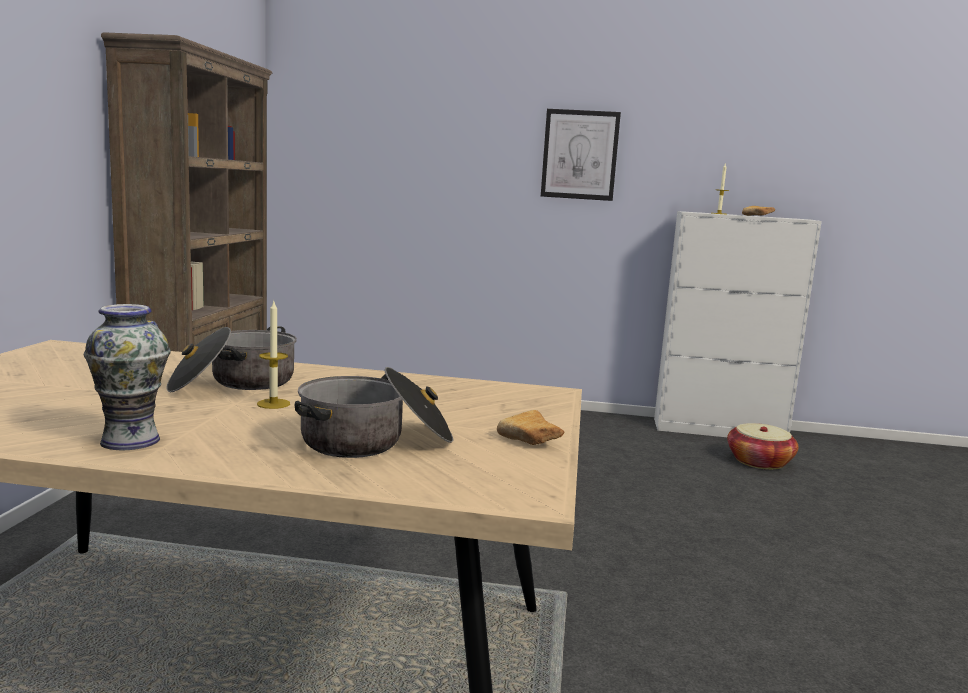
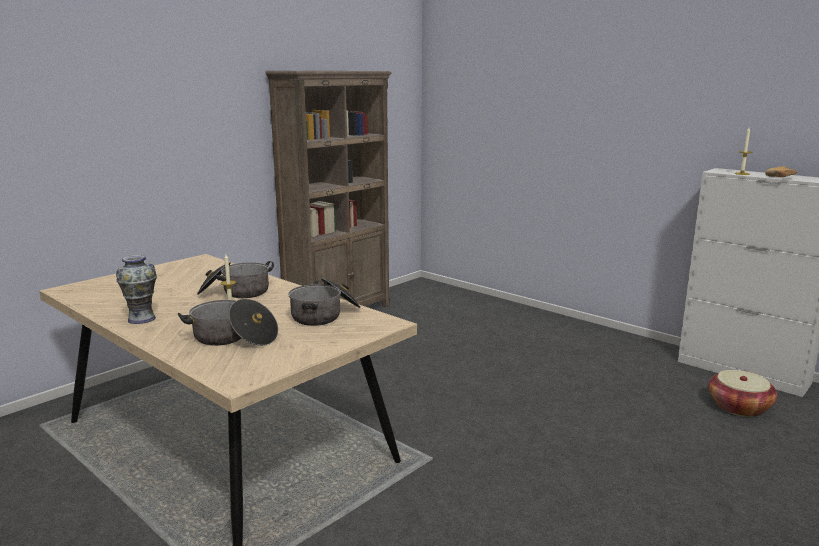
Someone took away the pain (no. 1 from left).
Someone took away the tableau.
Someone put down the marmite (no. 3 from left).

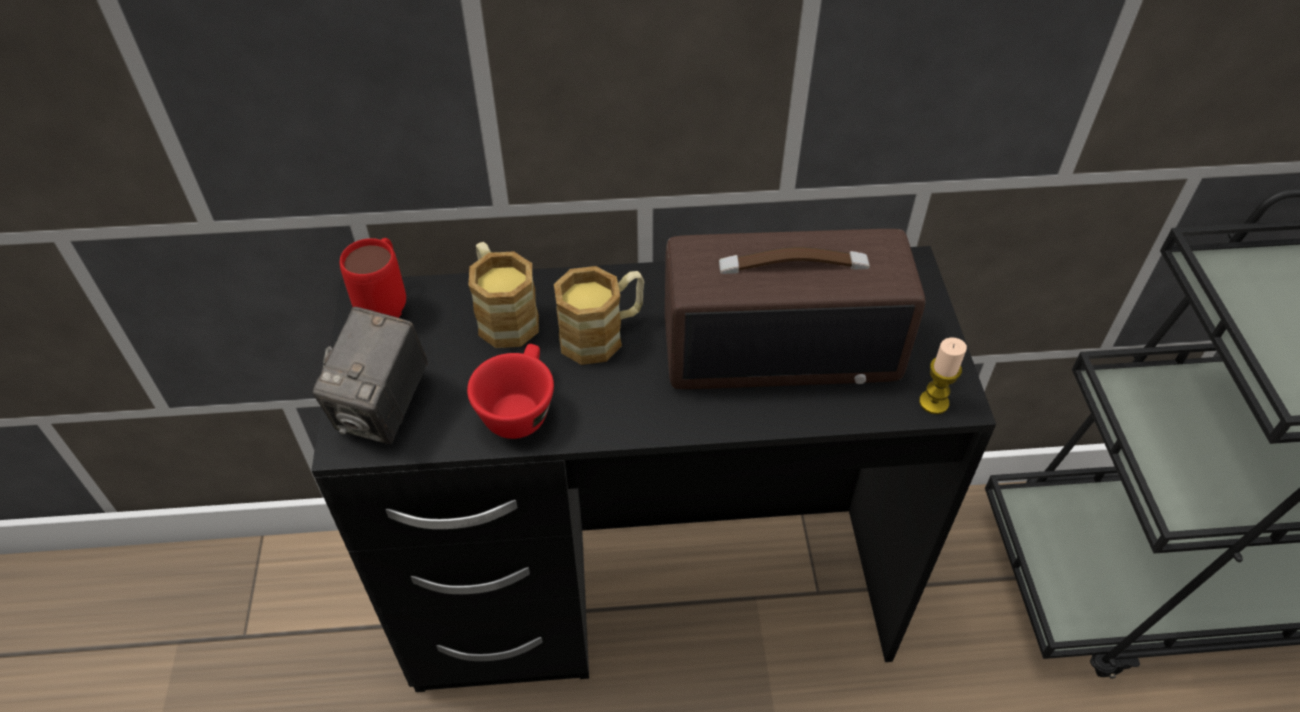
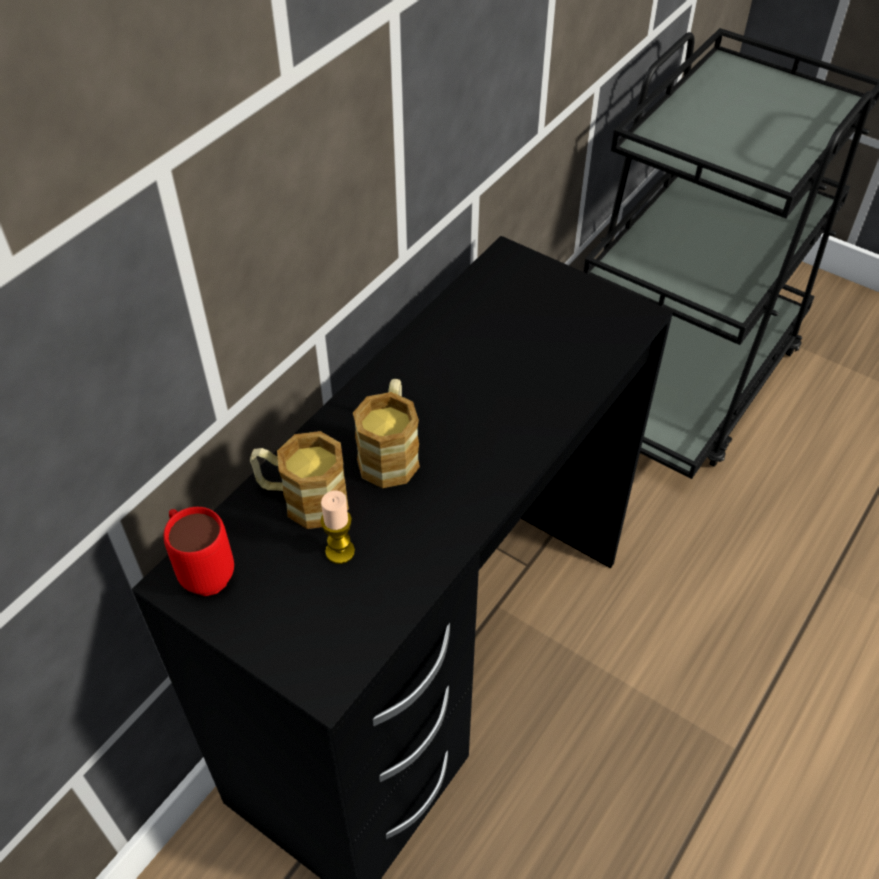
Someone took away the appareil photo.
Someone took away the tasse [rouge].
Someone took away the radio.
Someone carried the bougie.

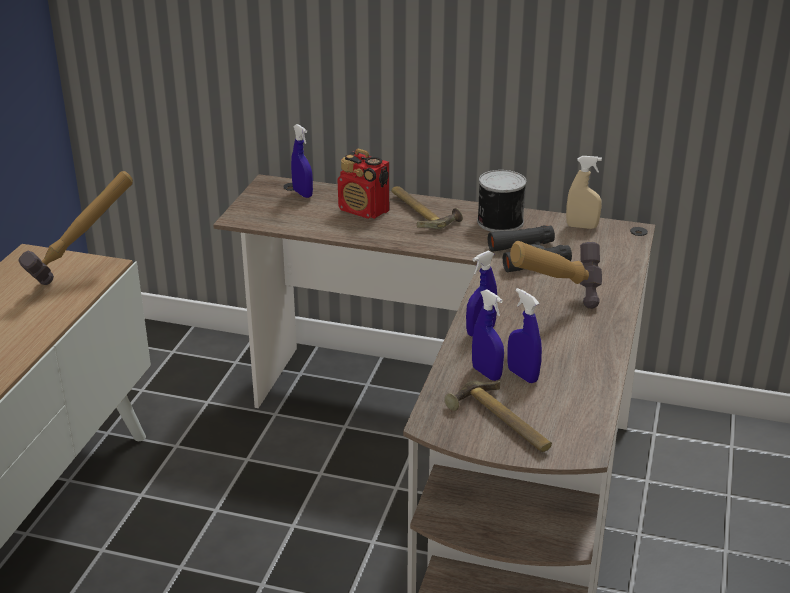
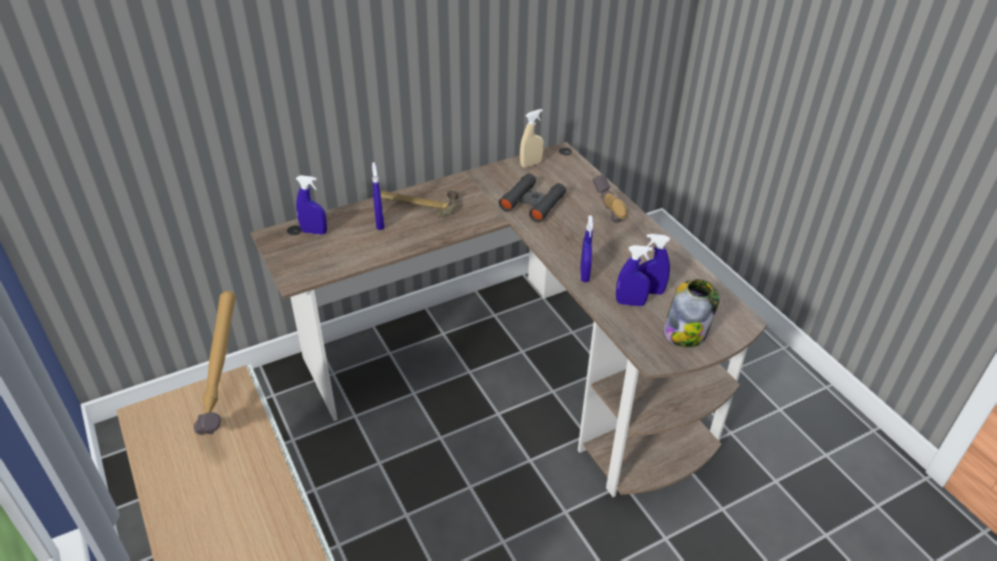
Someone swapped the radio for the vaporisateur [bleu] (no. 2 from left).
Someone swapped the marteau (no. 3 from left) for the bocal.
Someone took away the boîte métallique.

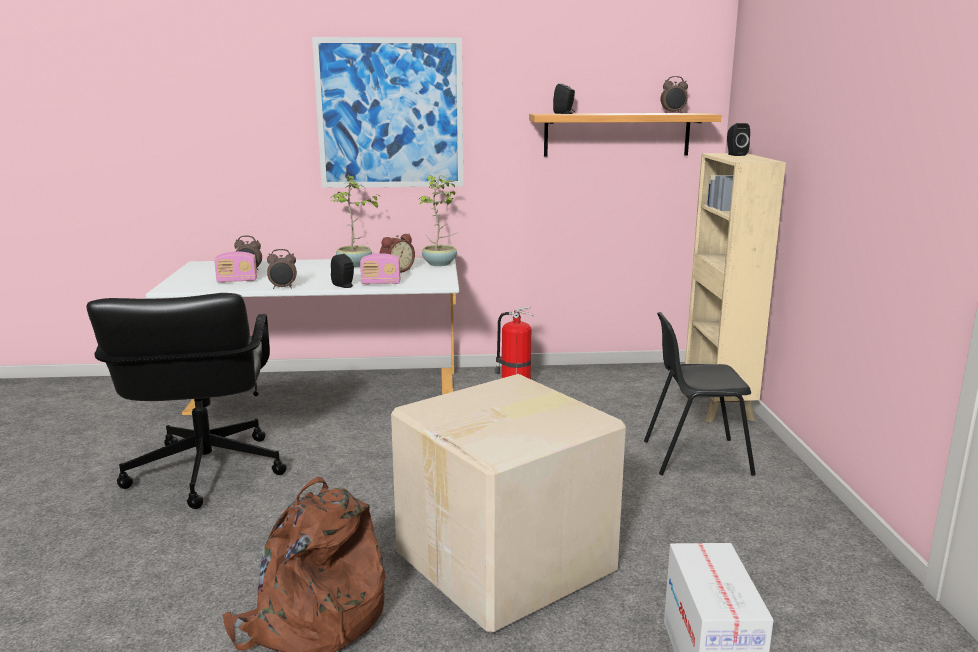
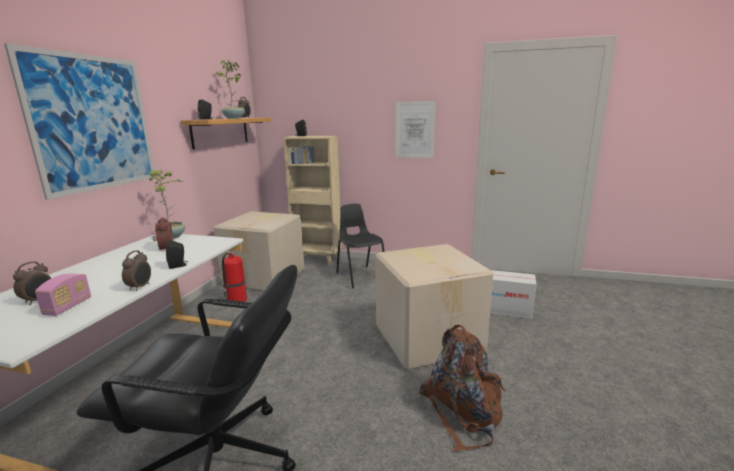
Someone carried the plante en pot (no. 1 from left in the first image).
Someone took away the radio (no. 2 from left).
Someone rotated the chaise [noir] by 135 degrees clockwise.
Someone put down the carton (no. 1 from left).
Someone put up the tableau (no. 2 from left).

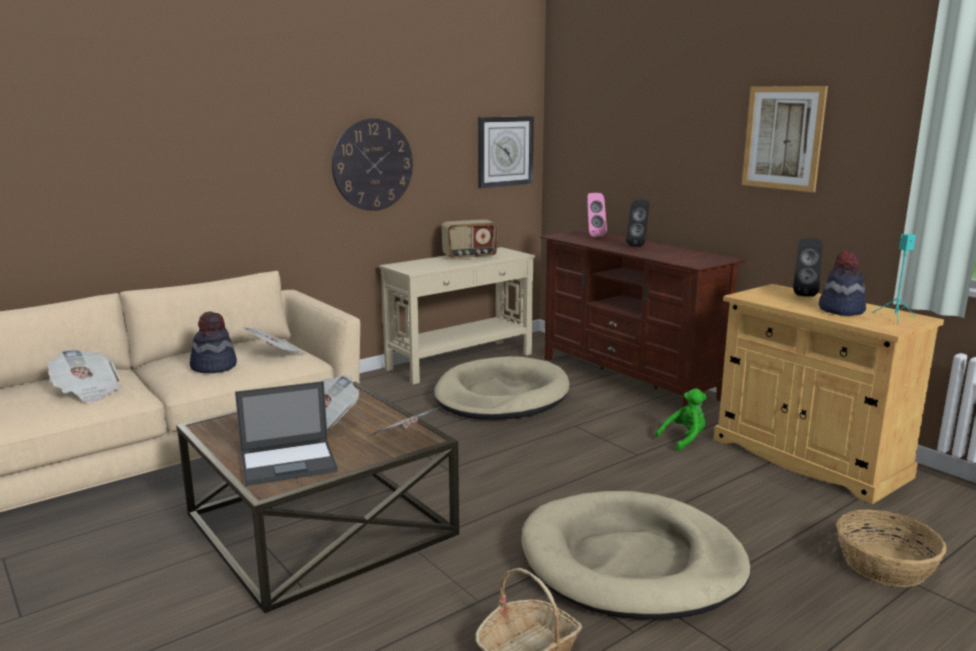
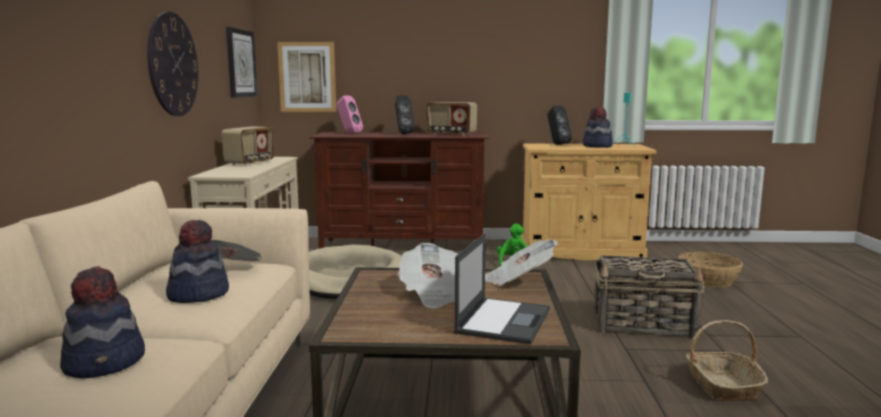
Someone swapped the journal (no. 1 from left) for the chapeau (no. 1 from left).
Someone swapped the panier pour chien [beige] (no. 2 from left) for the panier (no. 1 from left).
Someone carried the tableau.
Someone put down the radio (no. 2 from left).

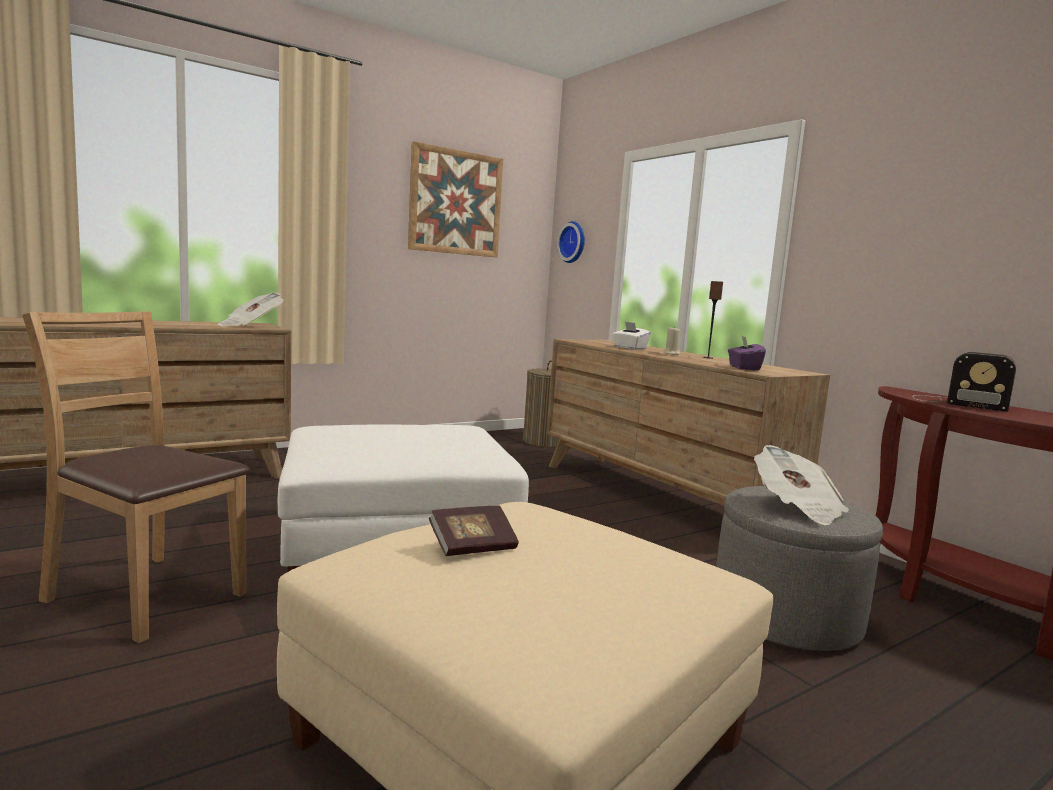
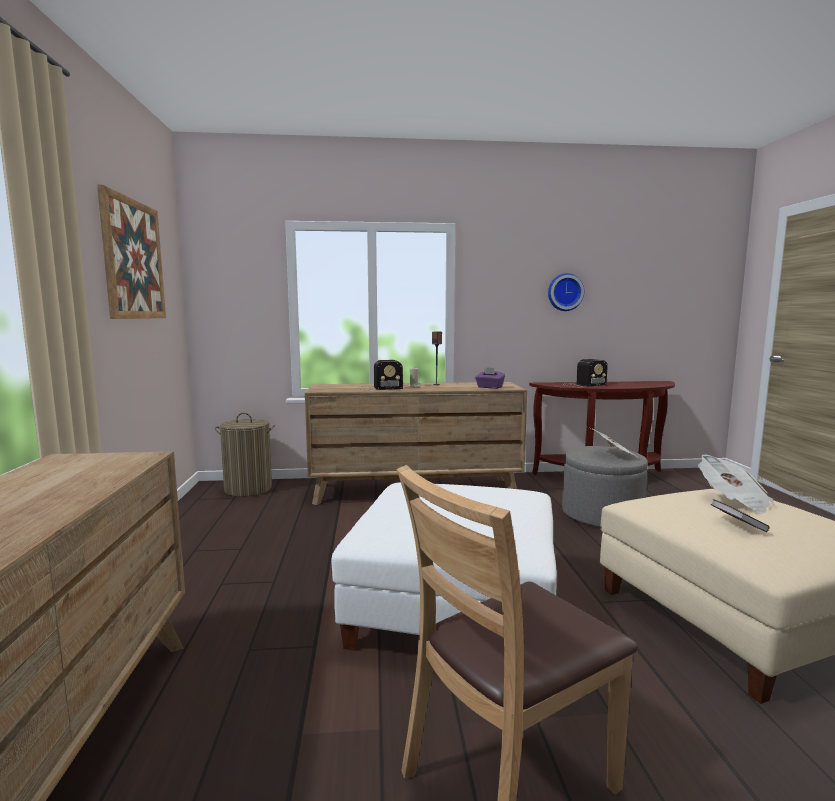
Someone carried the journal (no. 1 from left in the first image).
Someone carried the horloge murale.
Someone swapped the boîte à mouchoirs [blanc] for the radio (no. 1 from left).

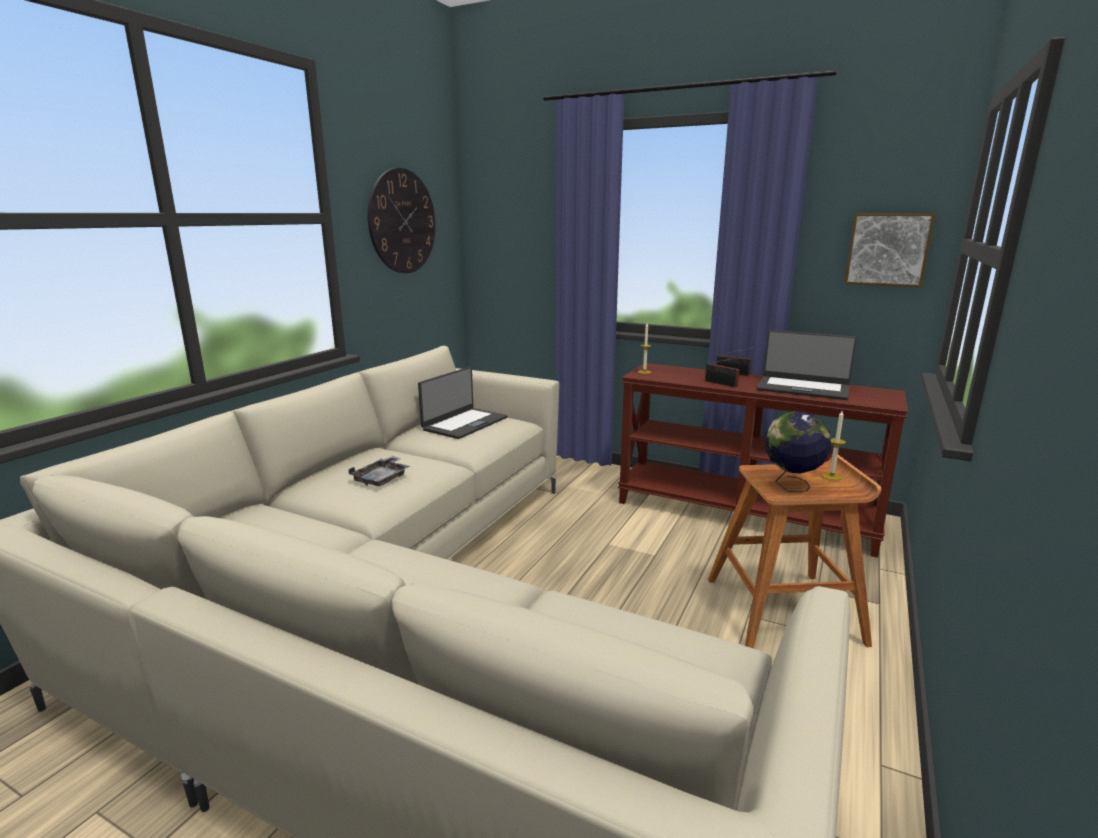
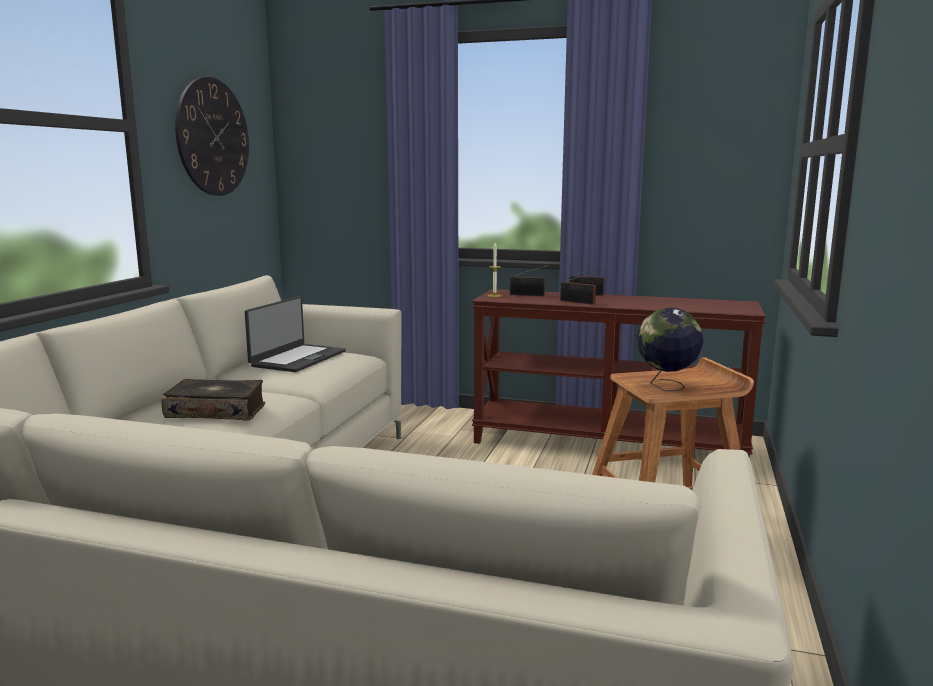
Someone swapped the plateau [gris] for the livre.
Someone took away the ordinateur portable (no. 2 from left).
Someone took away the bougie (no. 2 from left).
Someone took away the tableau.
Someone put down the radio (no. 1 from left).

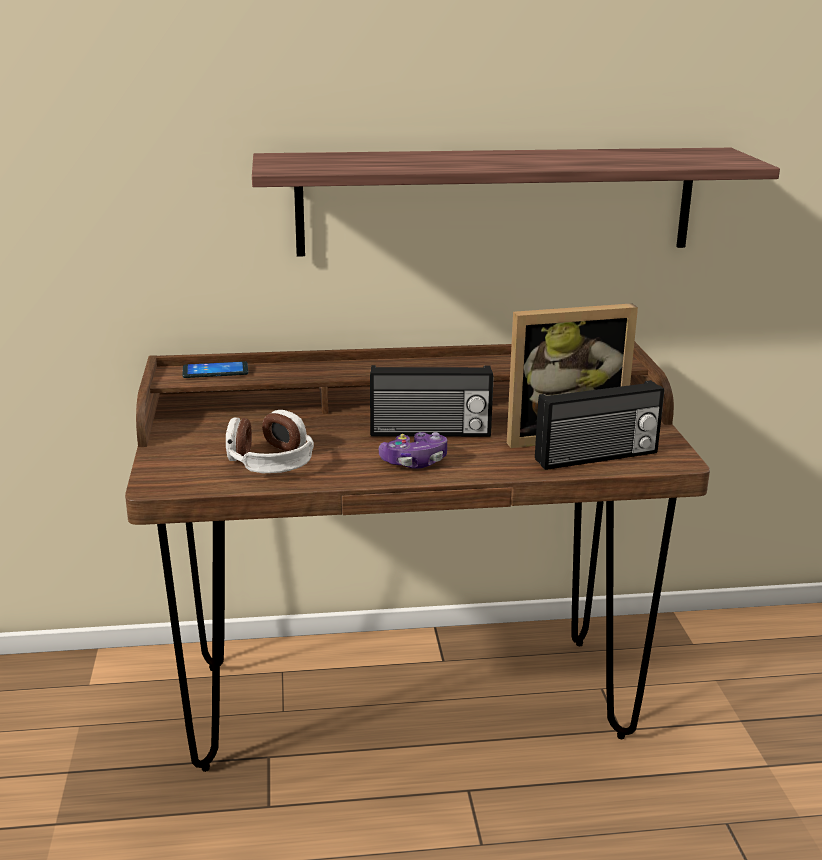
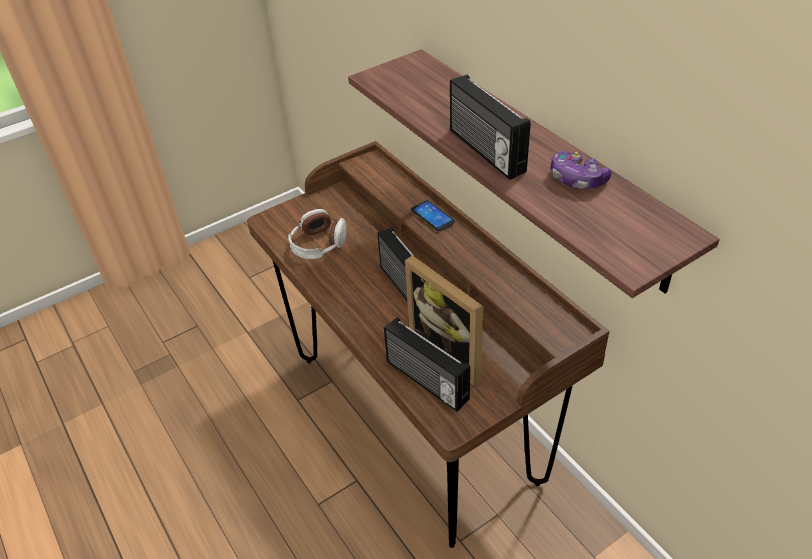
Someone carried the téléphone.
Someone carried the manette.
Someone put down the radio (no. 3 from left).

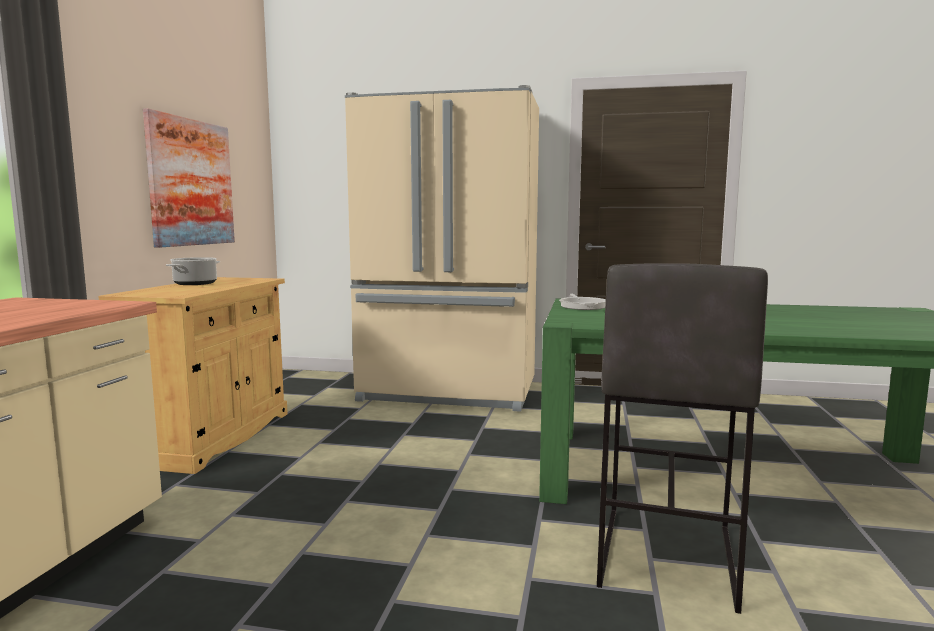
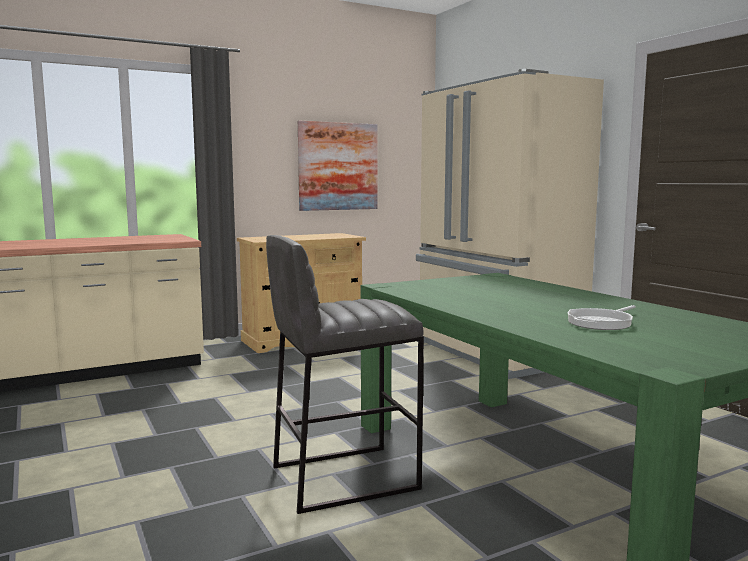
Someone took away the marmite.
Someone carried the poêle.

